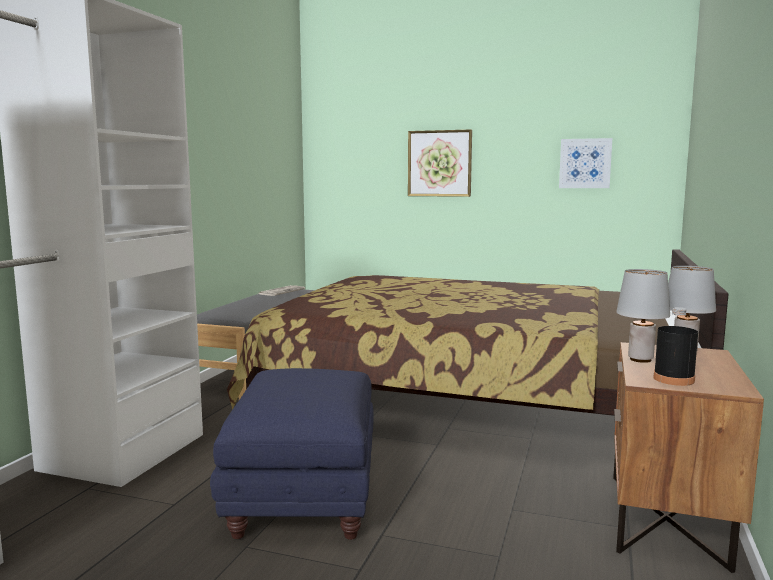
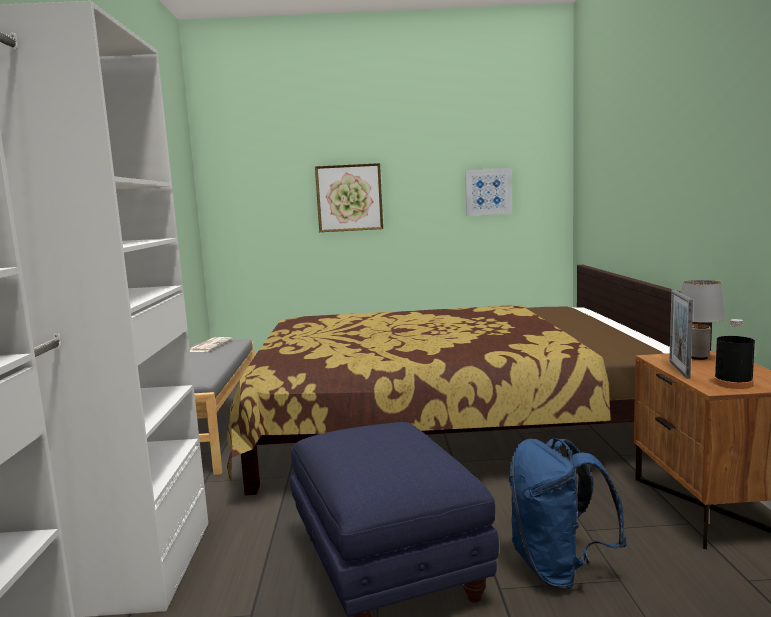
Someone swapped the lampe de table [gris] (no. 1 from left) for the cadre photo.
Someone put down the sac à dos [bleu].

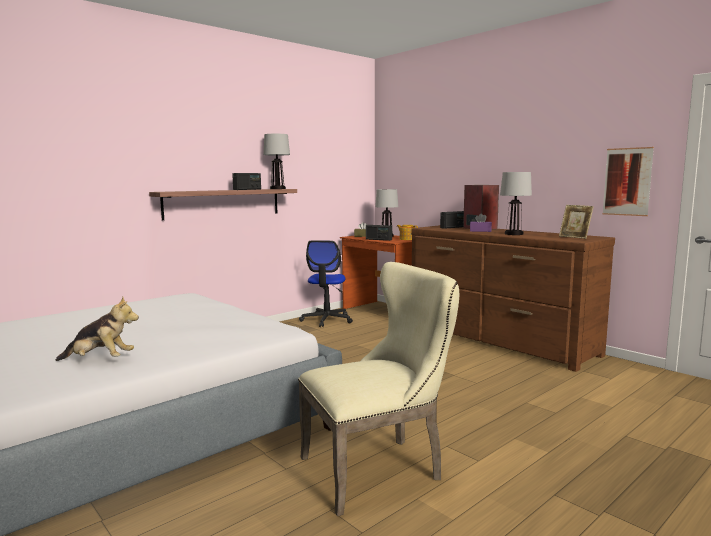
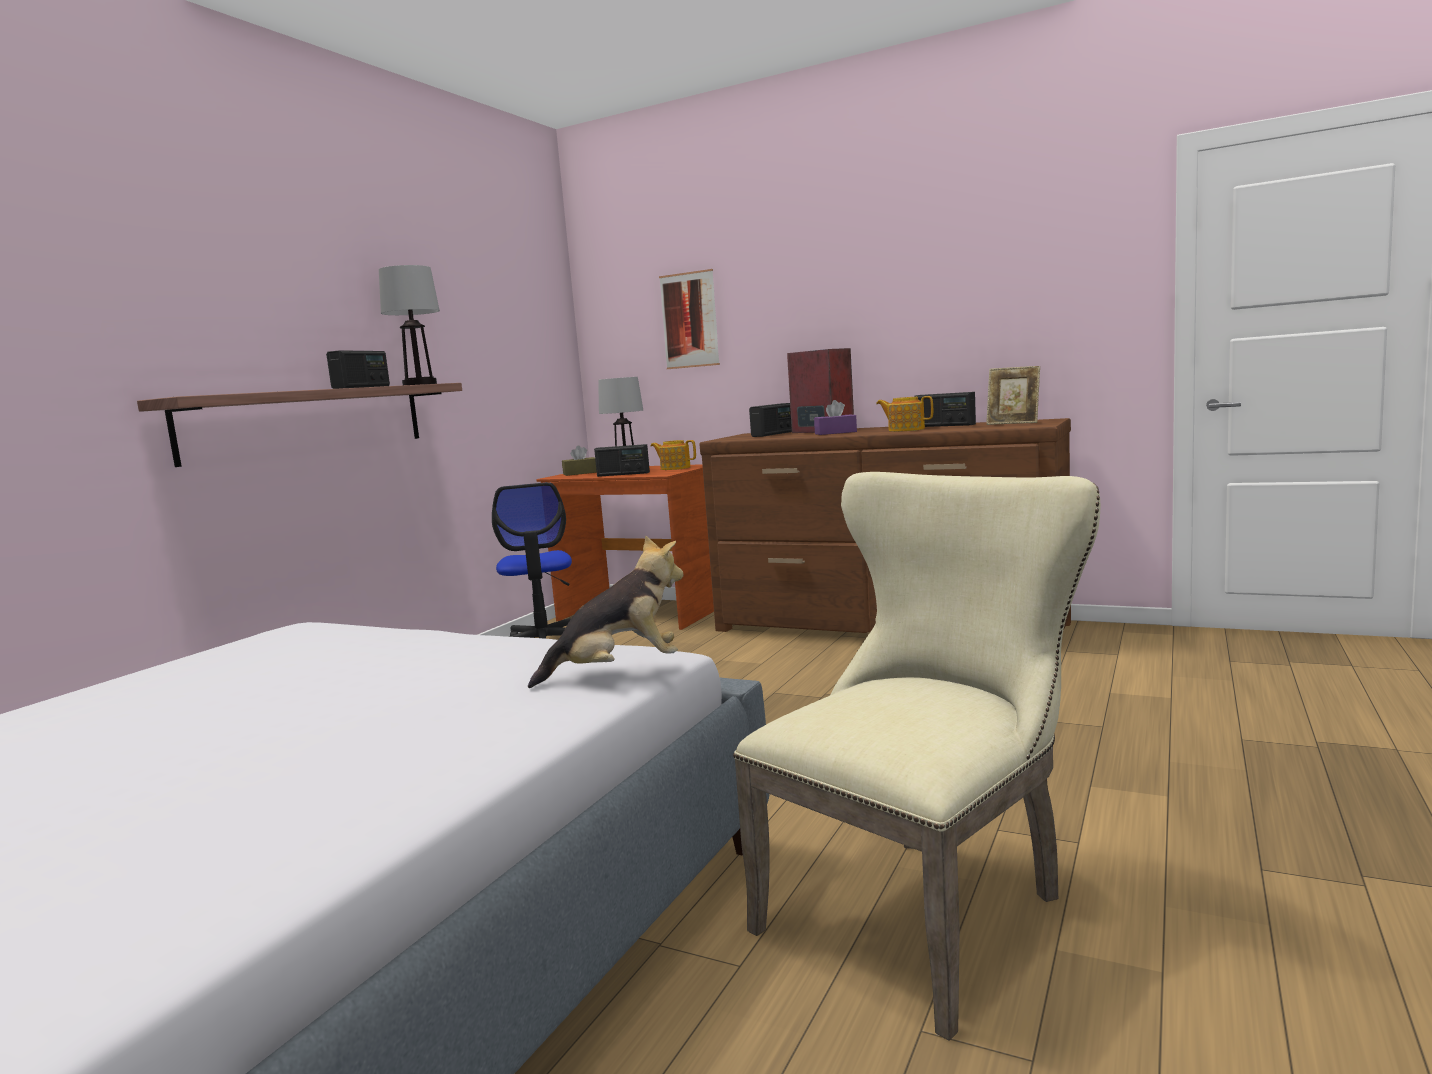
Someone carried the peluche.
Someone swapped the lampe de table (no. 3 from left) for the théière (no. 2 from left).
Someone carried the tableau.
Someone put down the radio (no. 4 from left).

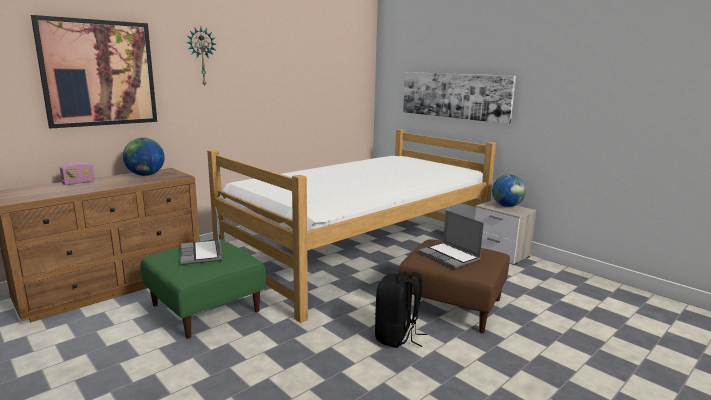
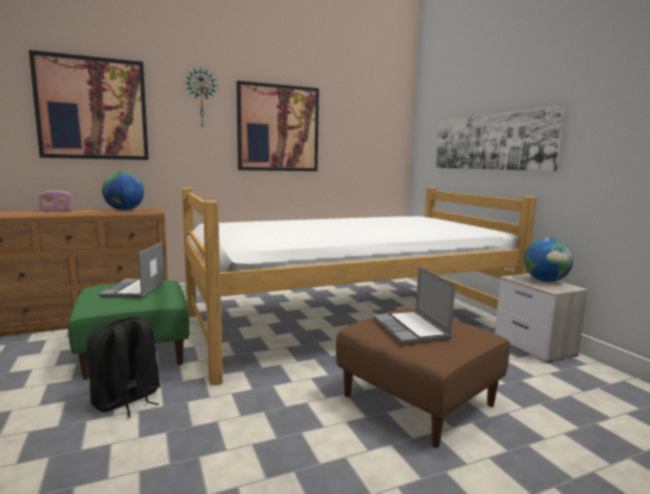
Someone carried the sac à dos [noir].
Someone put up the tableau (no. 2 from left).

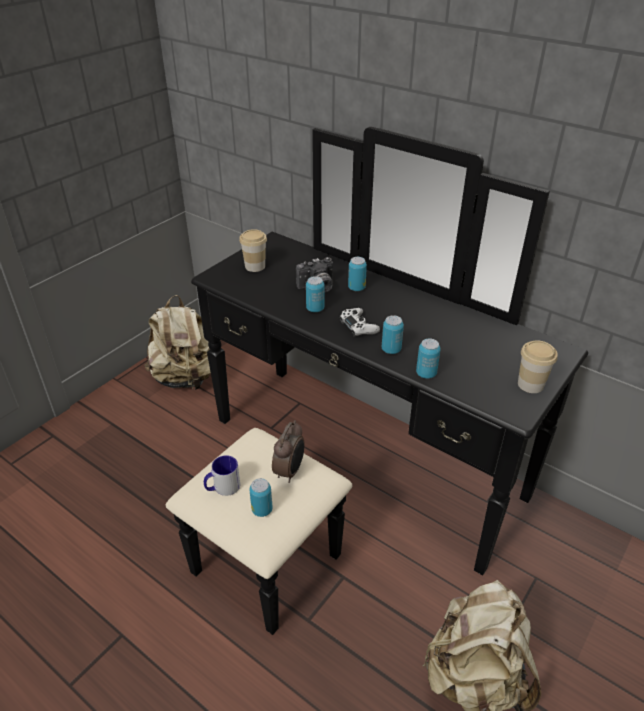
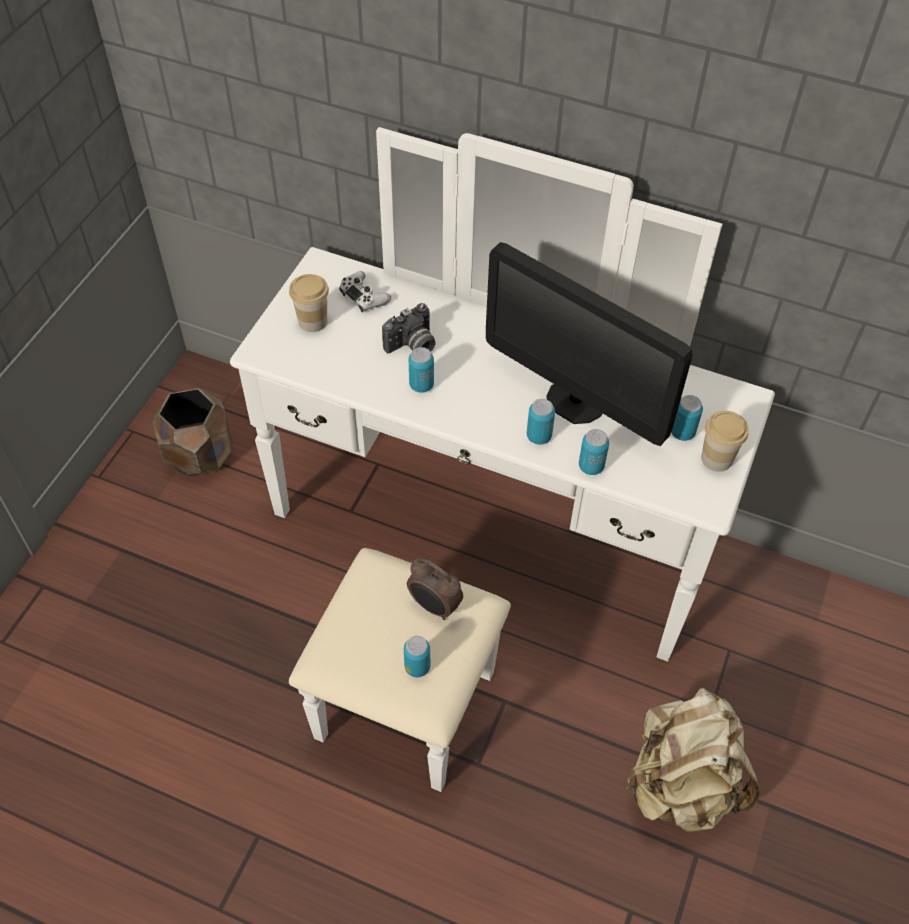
Someone swapped the sac à dos [beige] (no. 1 from left) for the cache-pot [marron].
Someone repainted the commode [noir], which became the commode [blanc].
Someone took away the mug.
Someone rotated the réveil by 120 degrees clockwise.
Someone carried the manette [blanc].
Someone carried the boîte métallique (no. 3 from left in the first image).
Someone put down the écran d'ordinateur.

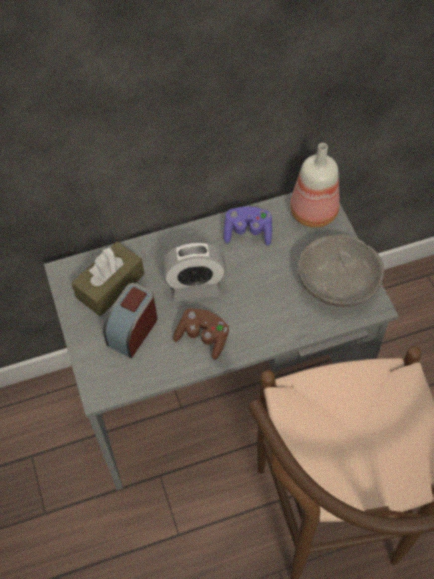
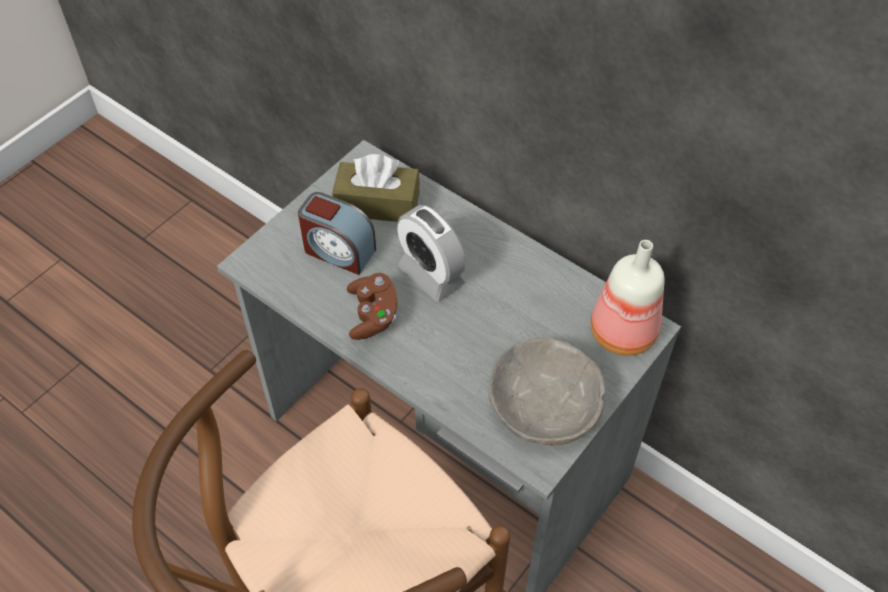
Someone rotated the réveil (no. 1 from left) by 150 degrees counterclockwise.
Someone took away the manette [violet].

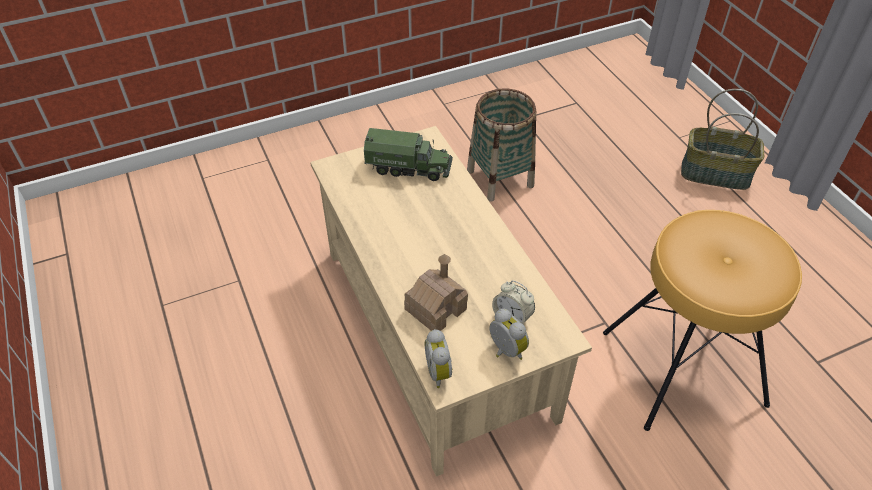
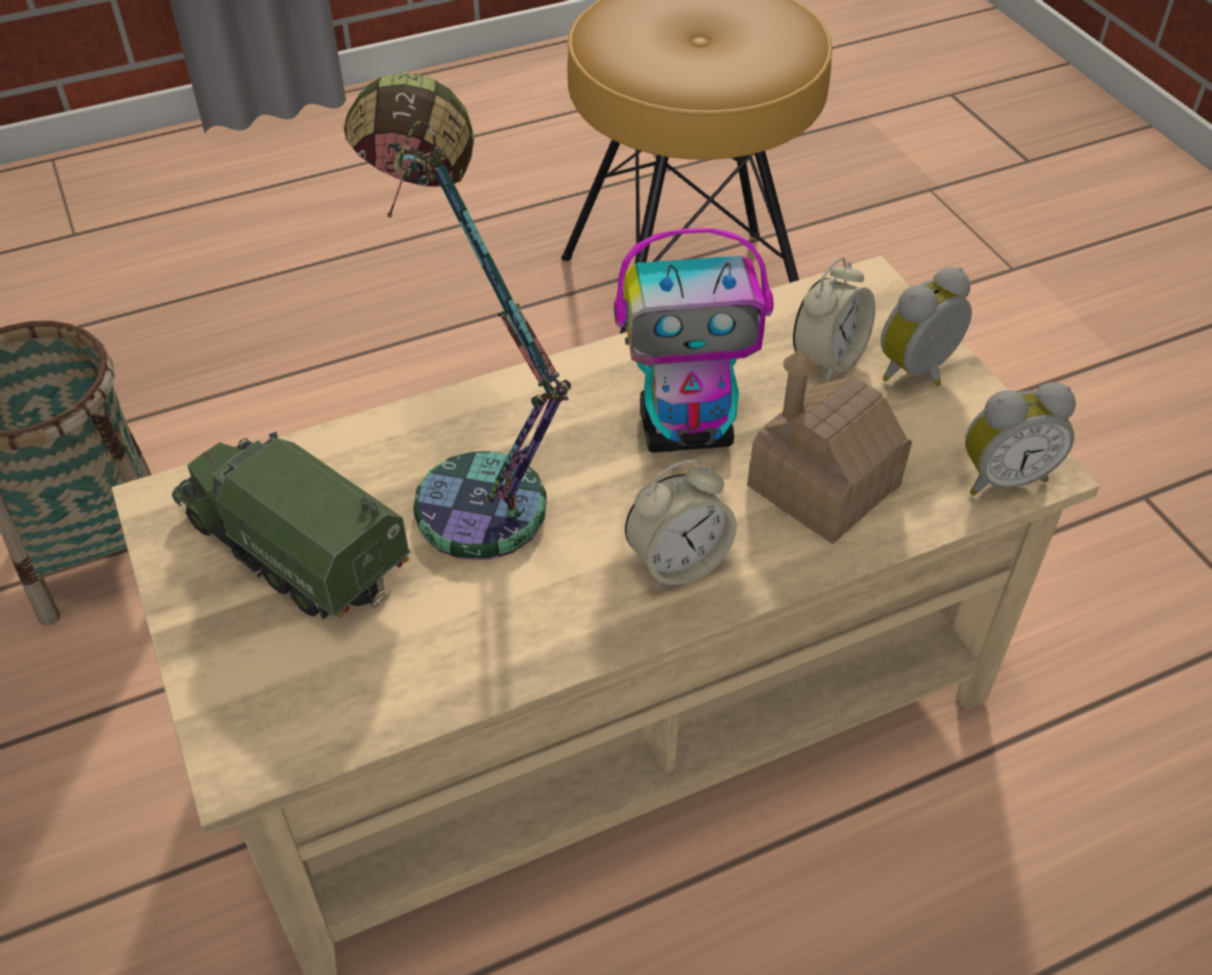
Someone rotated the camion jouet by 60 degrees counterclockwise.
Someone took away the panier (no. 2 from left).
Someone put down the lampe de table.
Someone put down the robot jouet.
Someone put down the réveil (no. 1 from left).

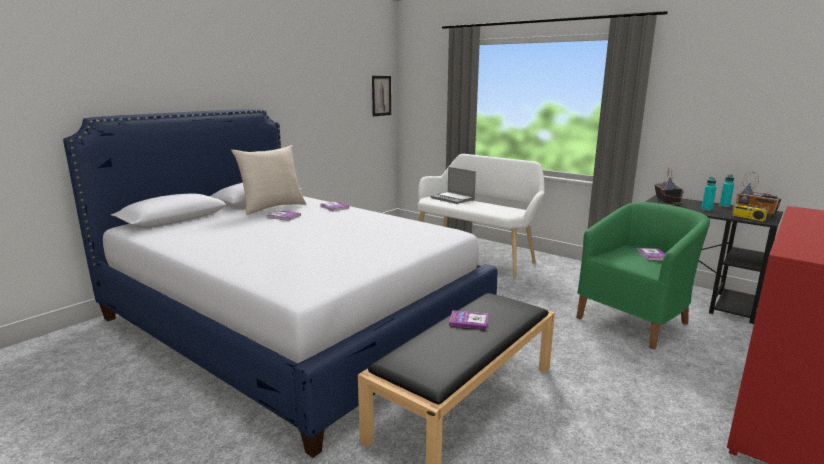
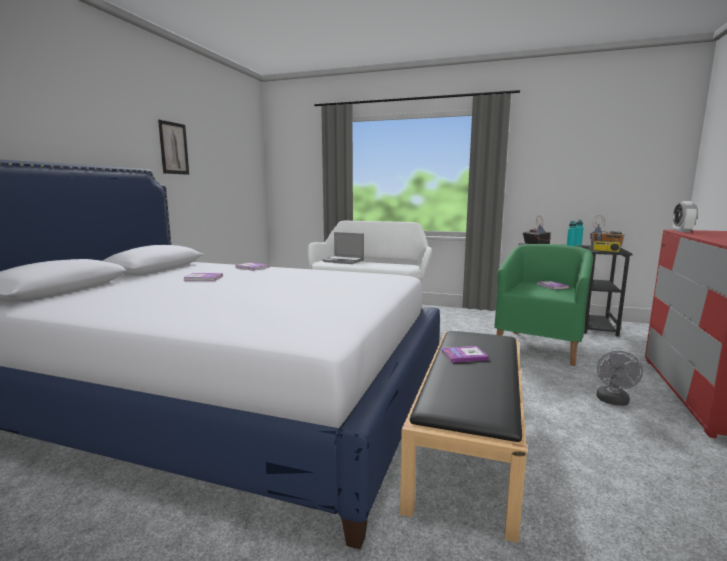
Someone took away the coussin [beige].
Someone carried the tableau.
Someone put down the ventilateur [gris].
Someone put down the réveil.

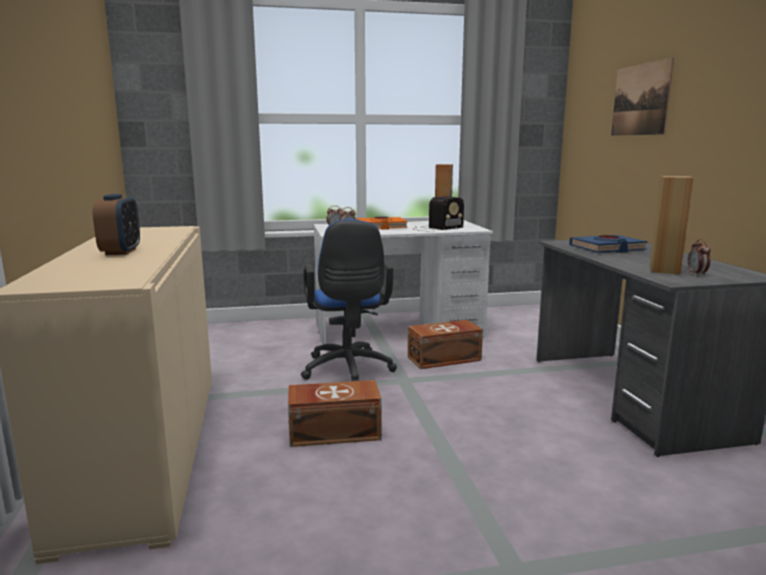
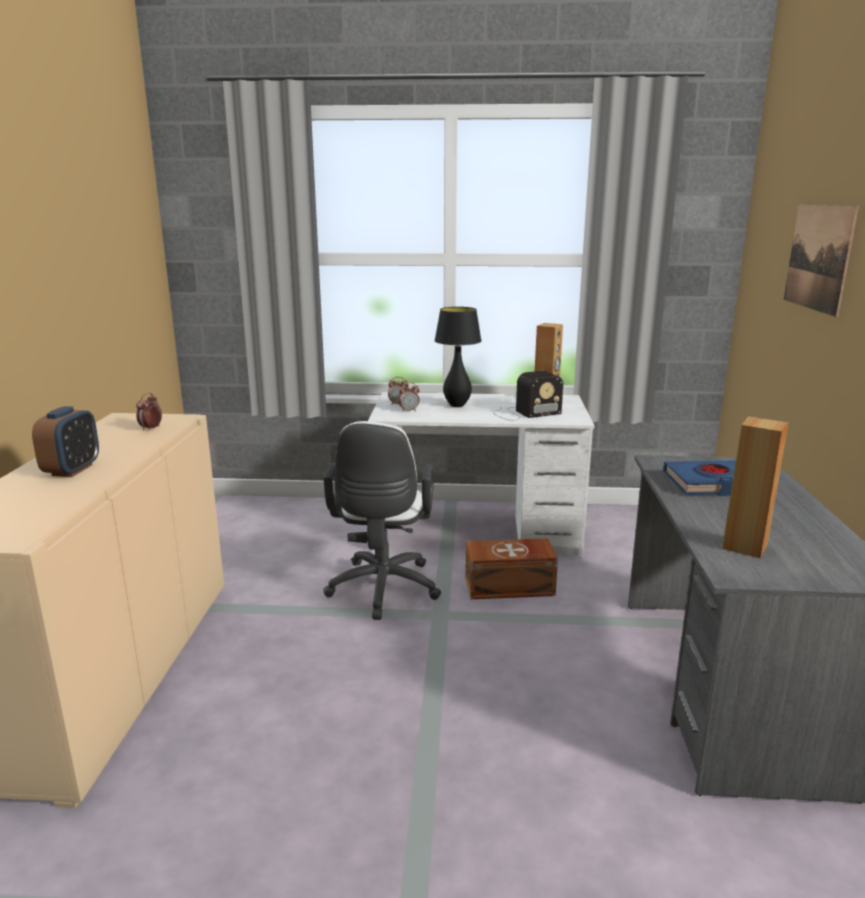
Someone took away the boîte de rangement [marron] (no. 1 from left).
Someone repainted the chaise de bureau [bleu], which became the chaise de bureau [blanc].
Someone swapped the livre [orange] for the lampe de table [noir].
Someone carried the réveil (no. 4 from left in the first image).

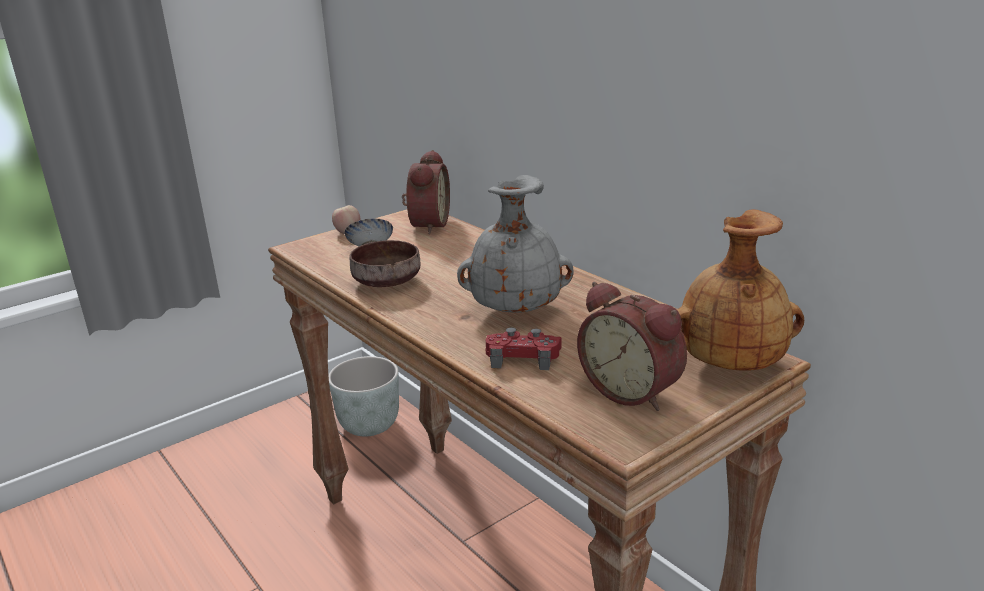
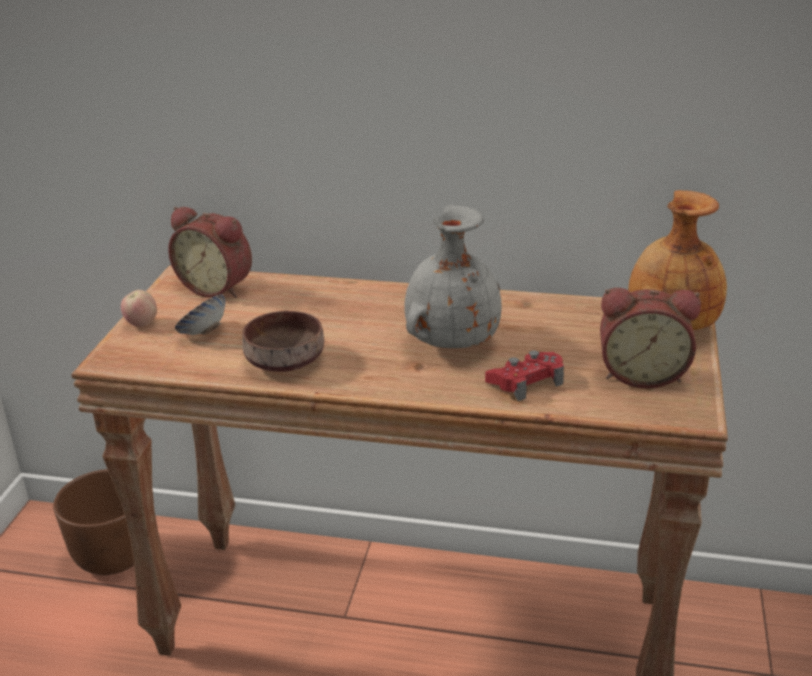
Someone repainted the cache-pot [gris], which became the cache-pot [marron].
Someone rotated the réveil (no. 1 from left) by 150 degrees clockwise.

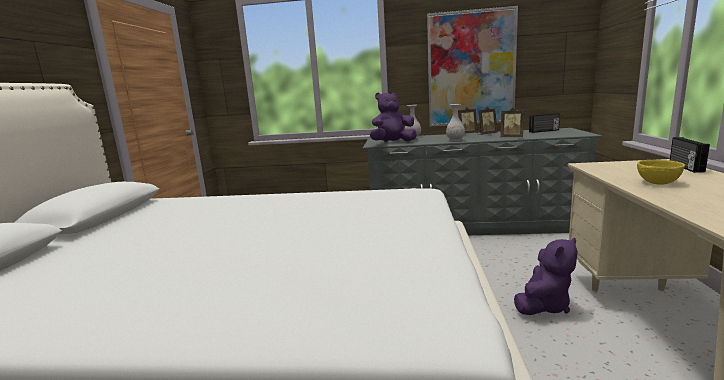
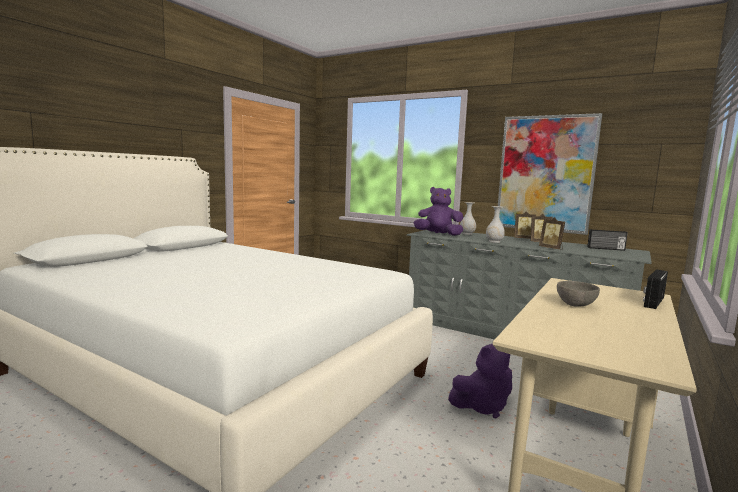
Someone repainted the bol [jaune], which became the bol [gris].

